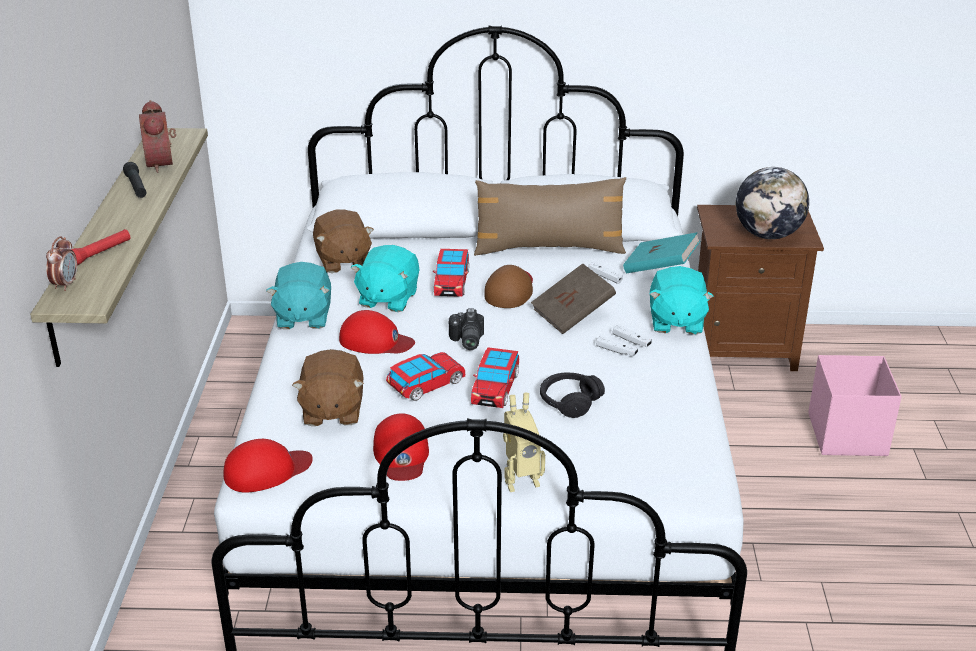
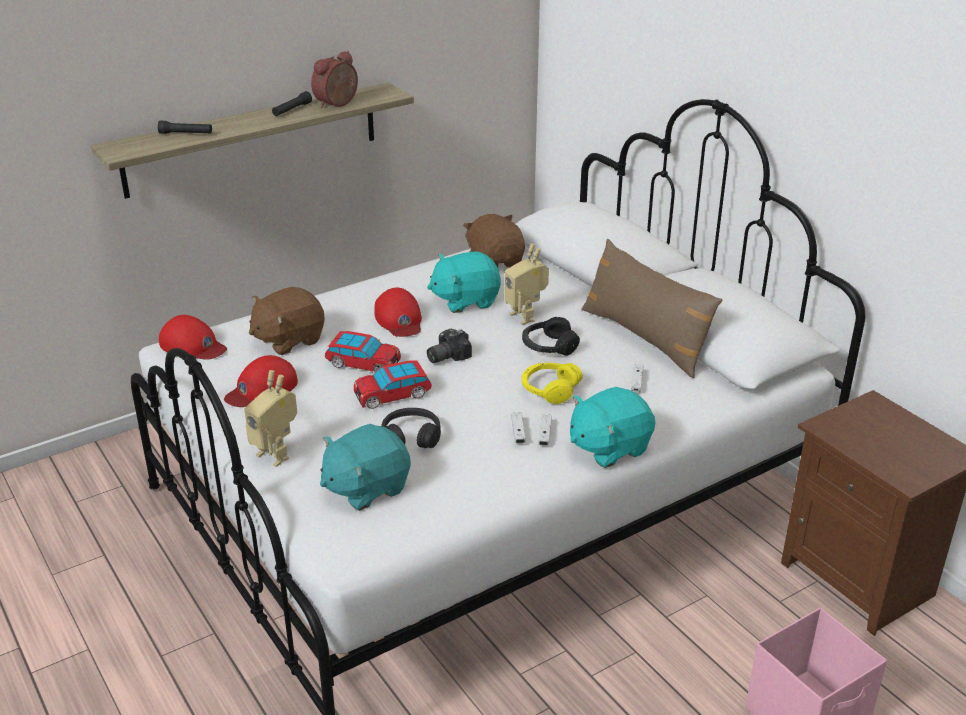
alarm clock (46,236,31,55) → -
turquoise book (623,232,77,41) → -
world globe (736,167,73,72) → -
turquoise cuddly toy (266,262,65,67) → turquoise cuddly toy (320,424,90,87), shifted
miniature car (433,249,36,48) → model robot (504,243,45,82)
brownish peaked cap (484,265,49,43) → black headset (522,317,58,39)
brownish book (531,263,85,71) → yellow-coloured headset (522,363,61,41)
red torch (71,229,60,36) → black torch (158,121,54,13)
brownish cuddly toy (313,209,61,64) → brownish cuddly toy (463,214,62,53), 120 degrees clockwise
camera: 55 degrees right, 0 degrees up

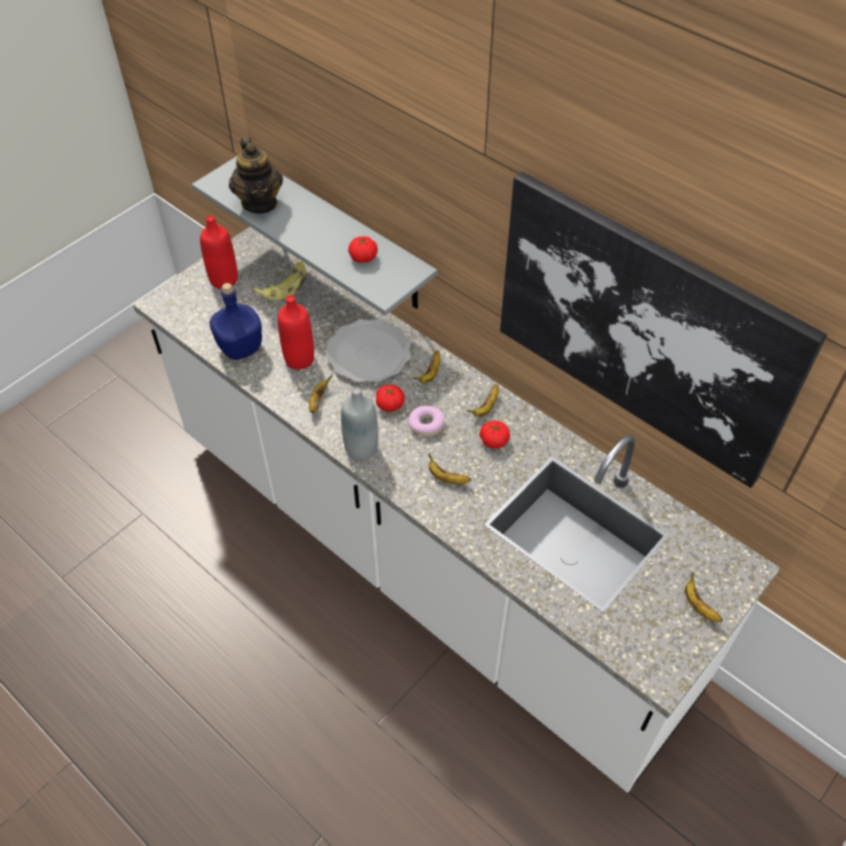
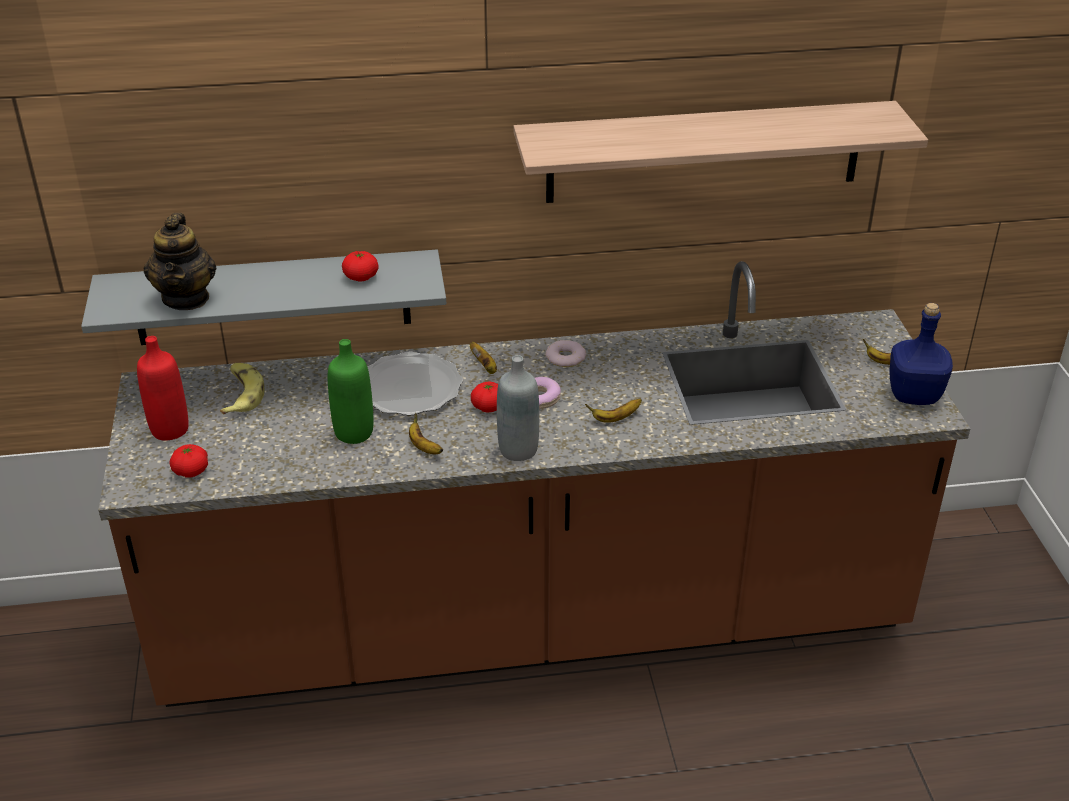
blue drink bottle (209,283,53,77) → blue drink bottle (890,303,63,102), shifted
whole tomato (480,421,30,28) → whole tomato (169,444,39,34), shifted
whole banana (467,384,32,33) → donut (545,340,41,27)
wall art (500,172,327,316) → bracket shelf (514,101,414,102)
white kitchen counter (133,227,647,566) → brownish kitchen counter (98,261,872,446)
red drink bottle (278,295,36,75) → green drink bottle (328,339,45,105)
teapot (229,137,54,77) → teapot (143,213,73,97), 60 degrees clockwise
camera: 50 degrees left, 15 degrees down

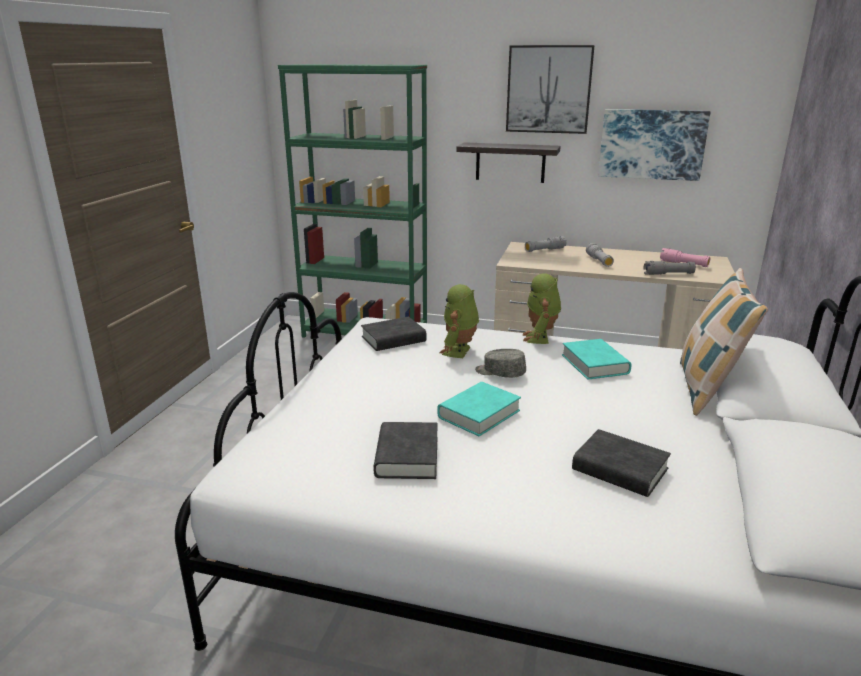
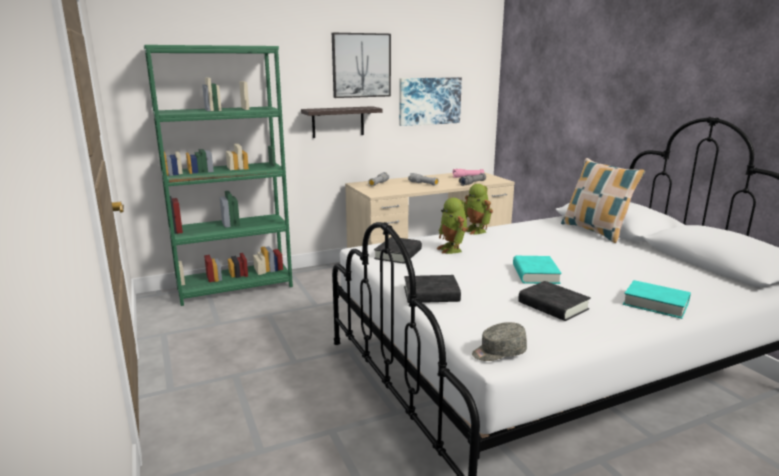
greyish peaked cap (475,349,51,29) → greyish peaked cap (472,322,55,39), shifted
turquoise book (562,339,70,40) → turquoise book (623,280,68,39), shifted
black book (572,429,99,68) → black book (404,275,57,28), shifted
camera: 40 degrees left, 5 degrees down

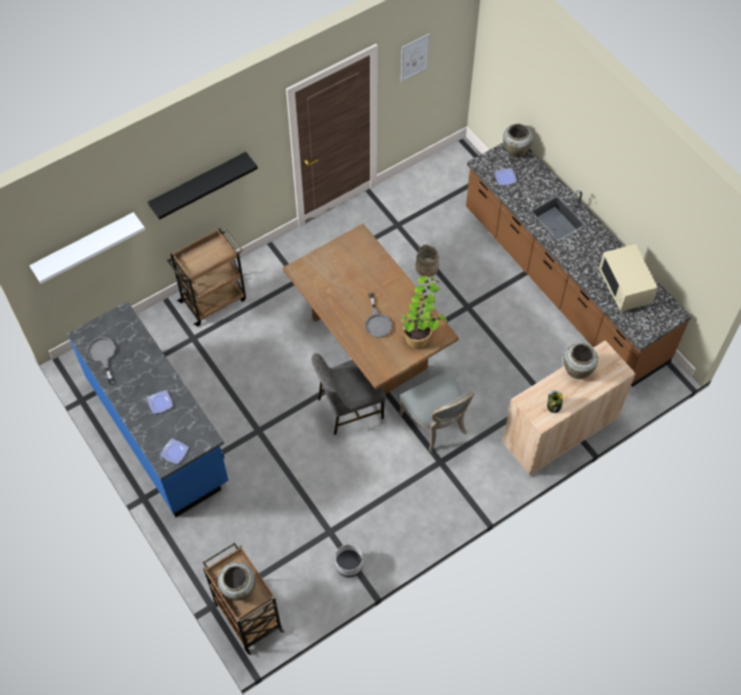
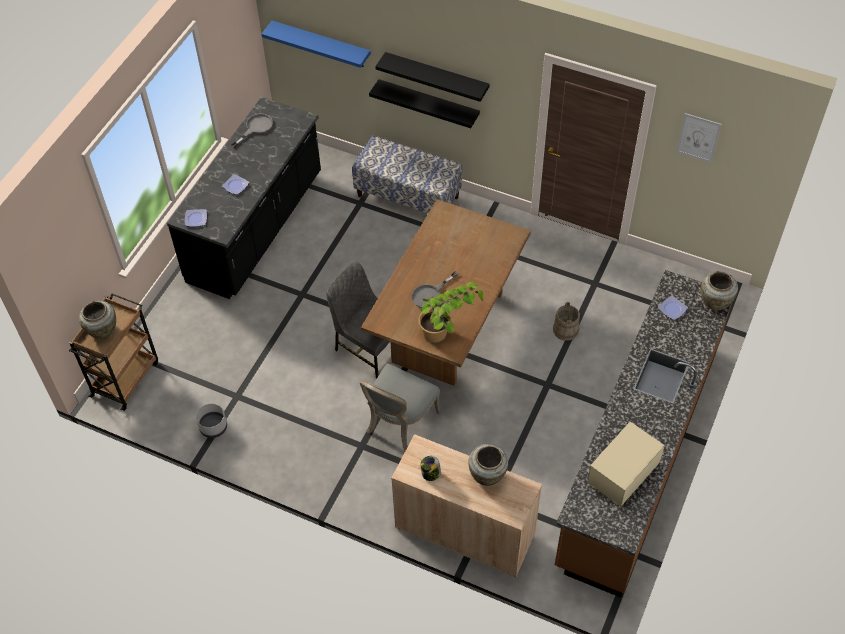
- → black bracket shelf (369,79,111,49)
brownish cart (167,228,79,98) → indoor bench (352,136,110,77)
white bracket shelf (29,212,116,72) → blue bracket shelf (261,21,110,47)
blue kitchen counter (67,301,162,216) → black kitchen counter (167,97,154,202)
camera: 60 degrees right, 5 degrees down

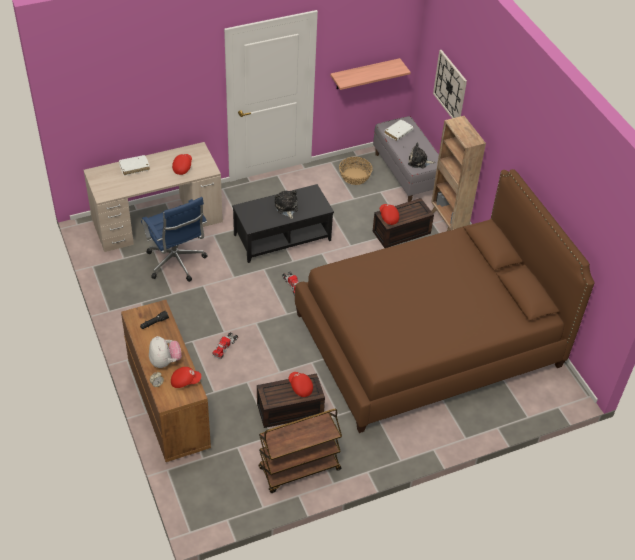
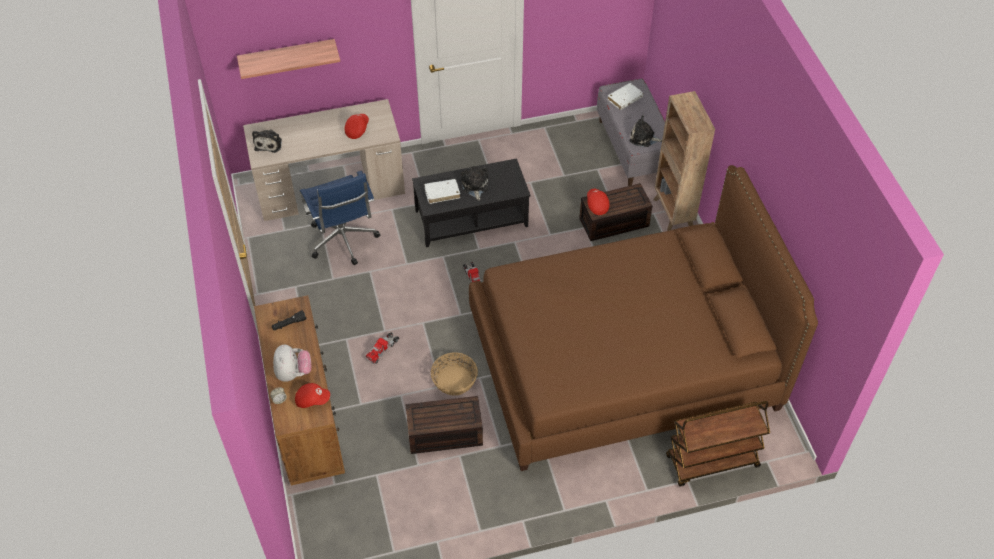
red peaked cap (289,372,24,25) → -
wall clock (433,50,34,68) → -
- → cuddly toy (252,129,30,24)
white book (119,155,31,21) → white book (424,179,36,25), shifted
brownish cart (259,409,83,84) → brownish cart (666,401,104,86), shifted
bracket shelf (330,58,81,32) → bracket shelf (237,39,103,40), shifted
basket (339,157,34,28) → basket (431,352,47,44), shifted
camera: 10 degrees right, 5 degrees up

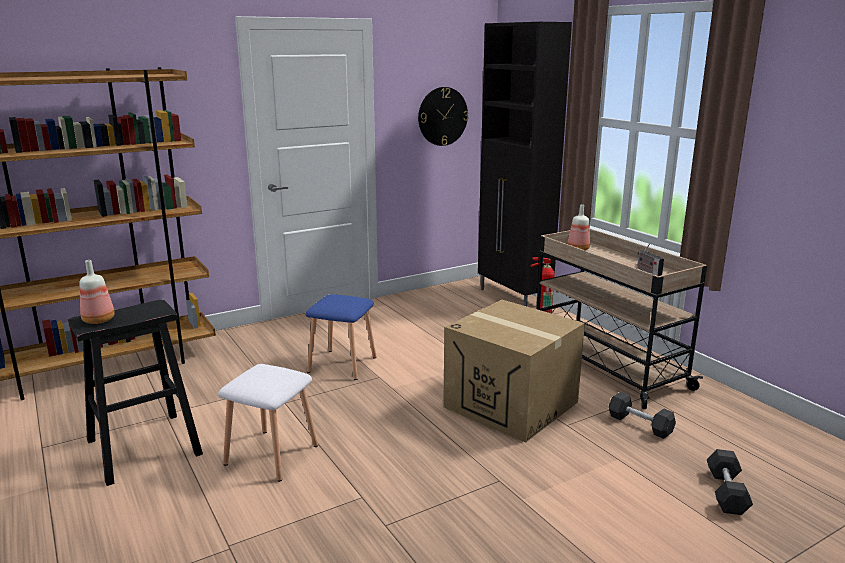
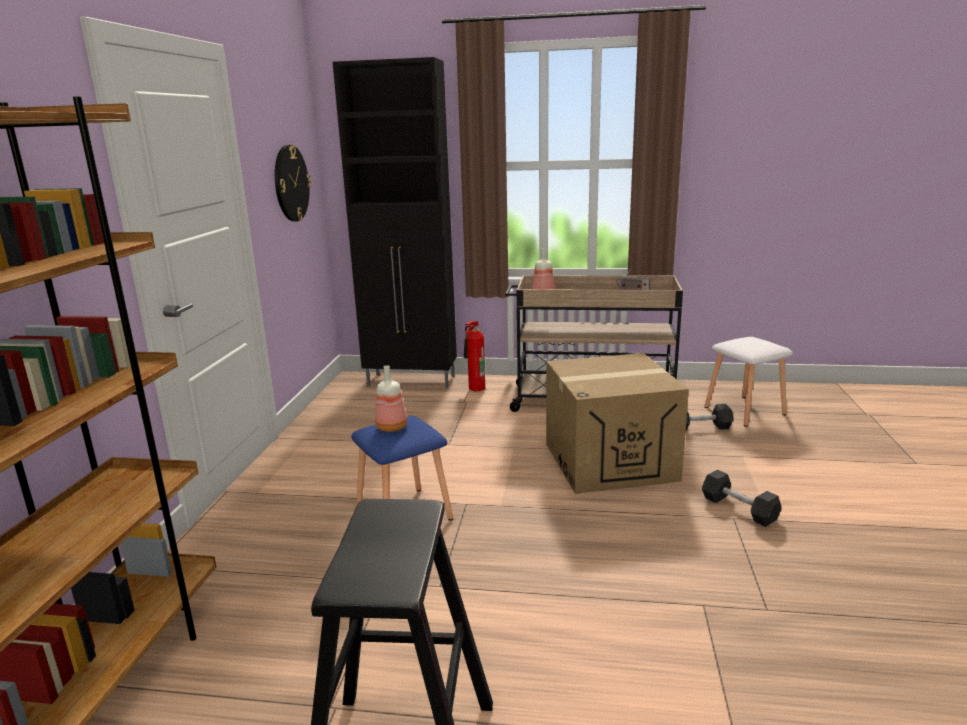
drink bottle (79,260,36,64) → drink bottle (375,365,32,67), shifted
white stool (218,364,100,118) → white stool (705,337,88,90), shifted
greyish dumbbell (707,449,46,66) → greyish dumbbell (702,470,79,57), shifted
camera: 50 degrees left, 0 degrees up

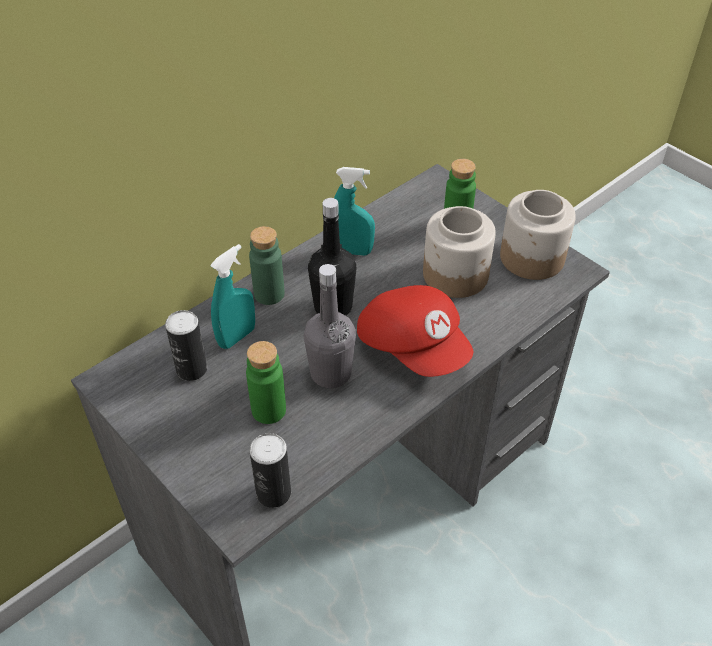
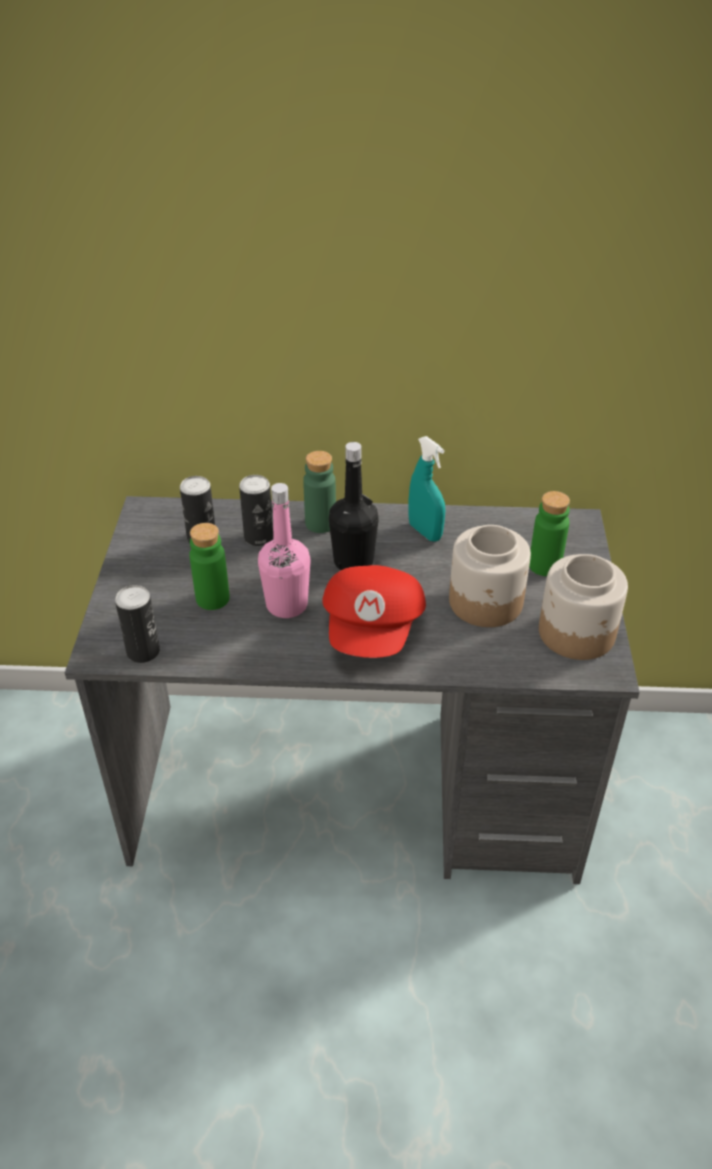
turquoise hand sprayer (210,244,45,105) → metal can (239,475,34,71)
greyish drink bottle (304,264,52,124) → pink drink bottle (258,483,53,135)
camera: 45 degrees right, 5 degrees down

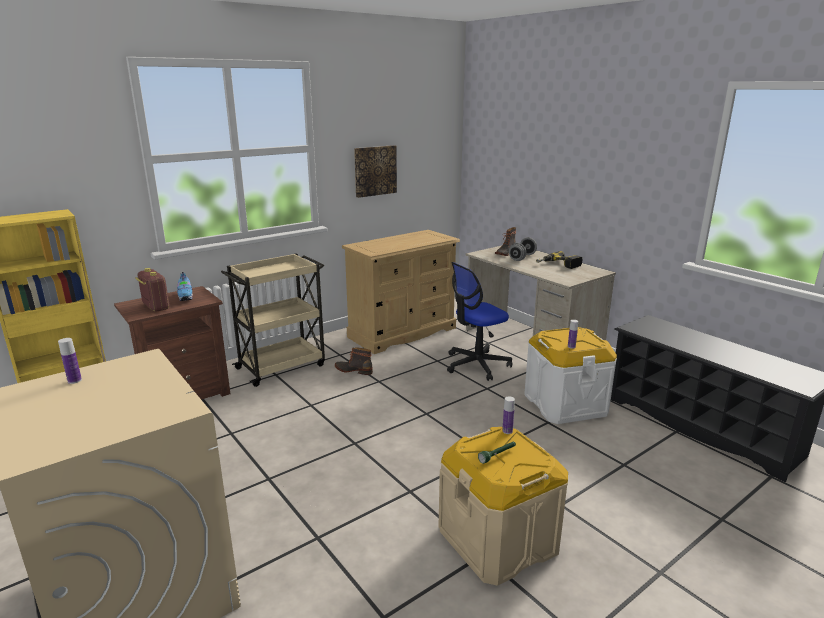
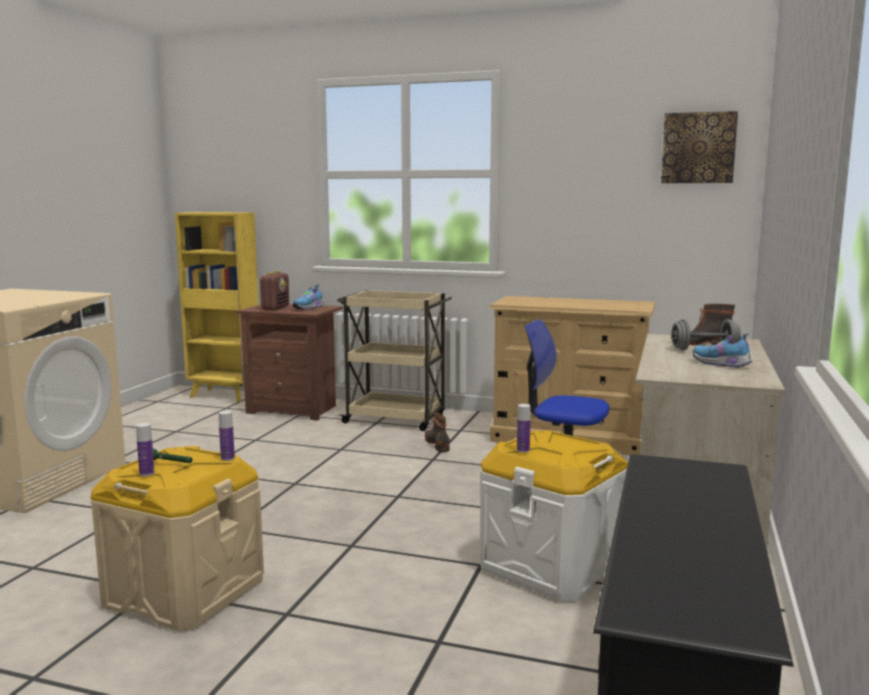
drink bottle (58,338,24,46) → drink bottle (136,423,19,53), shifted
wall art (354,145,43,53) → wall art (661,111,77,72), shifted
power drill (536,251,46,18) → item of footwear (693,333,59,35)
camera: 55 degrees right, 10 degrees down

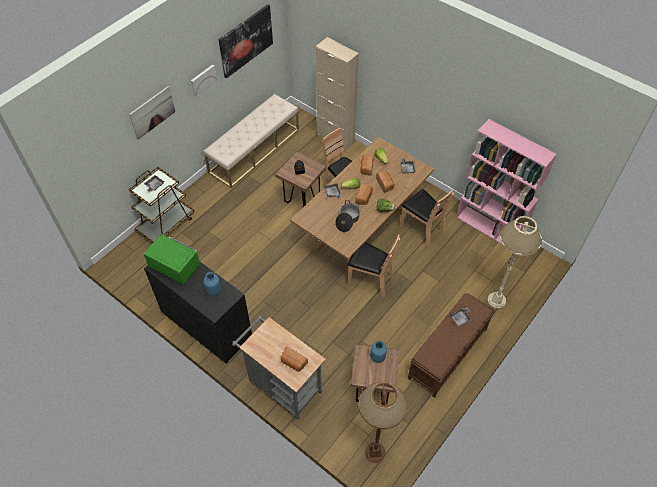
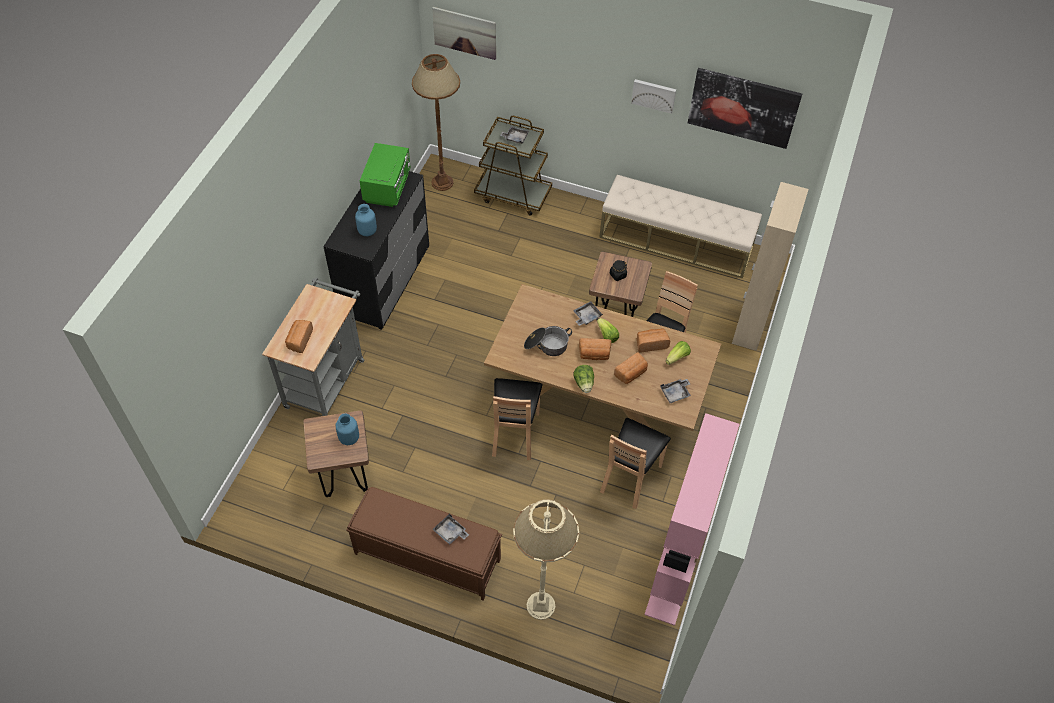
wall art (129,86,46,54) → wall art (432,7,64,53), shifted
brownish floor lamp (359,382,48,81) → brownish floor lamp (412,54,48,137), shifted
camera: 70 degrees right, 0 degrees up

